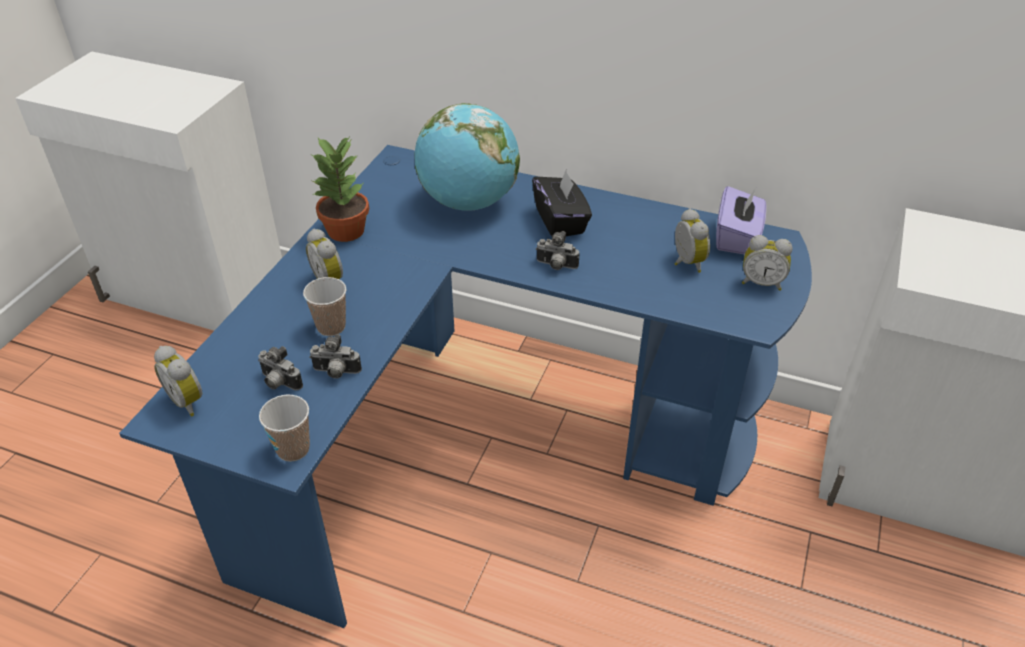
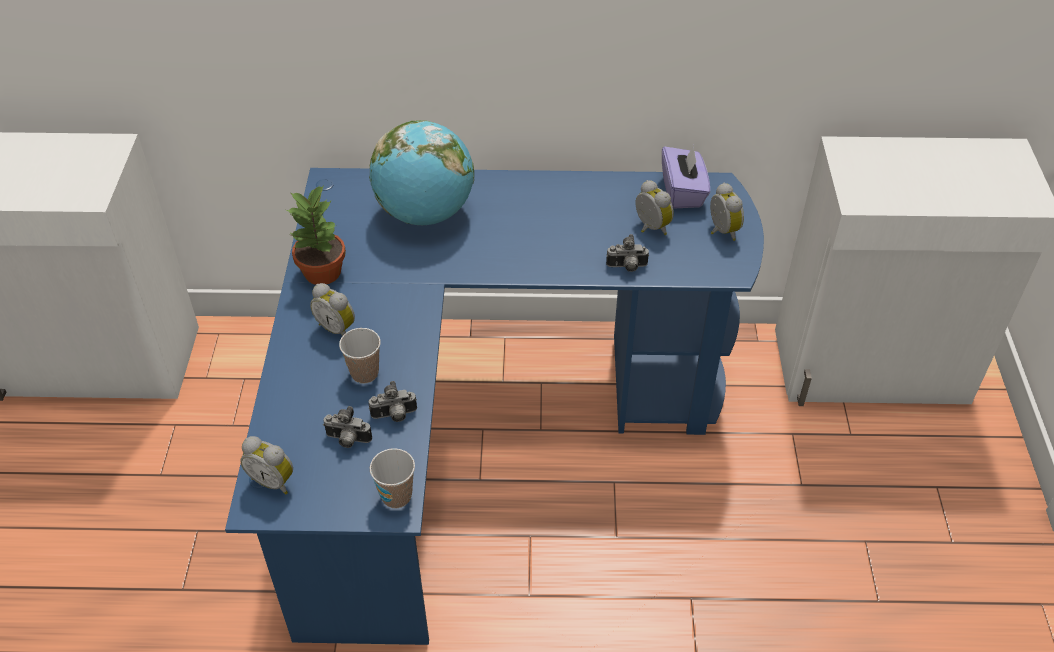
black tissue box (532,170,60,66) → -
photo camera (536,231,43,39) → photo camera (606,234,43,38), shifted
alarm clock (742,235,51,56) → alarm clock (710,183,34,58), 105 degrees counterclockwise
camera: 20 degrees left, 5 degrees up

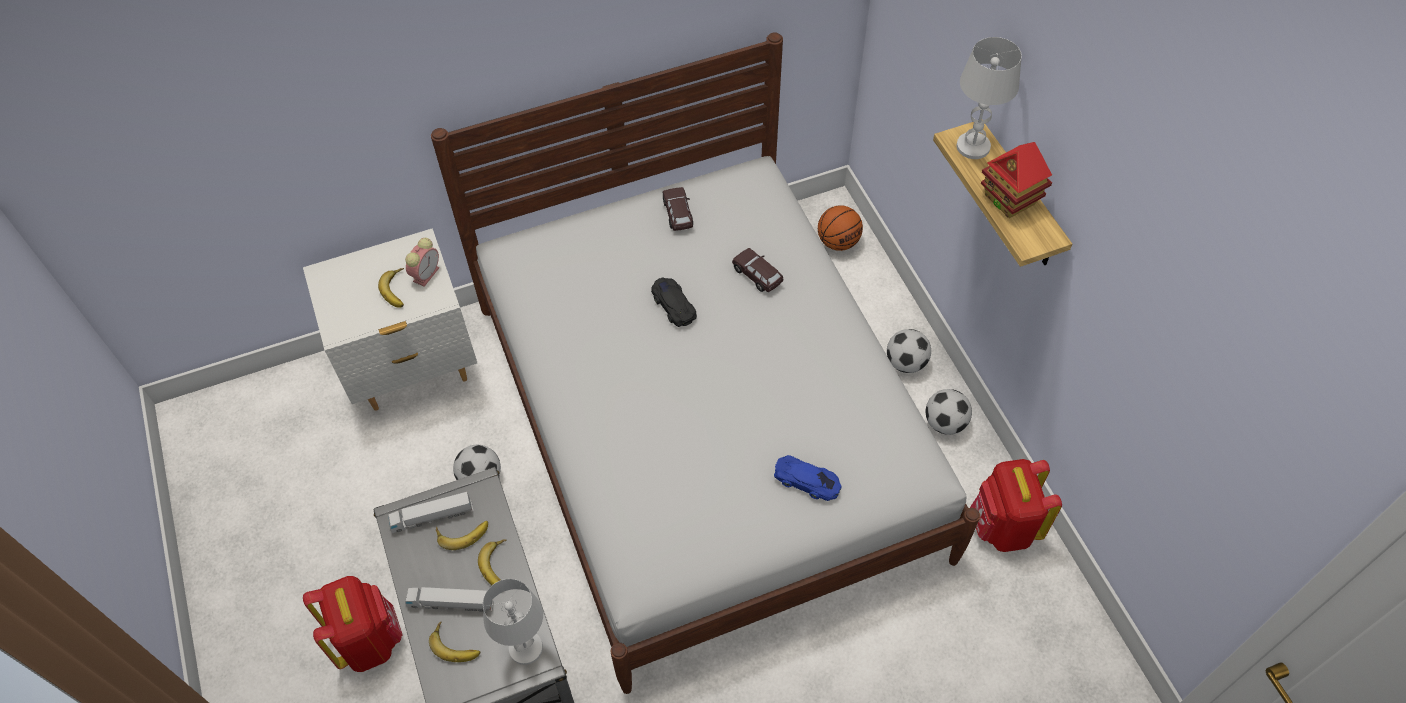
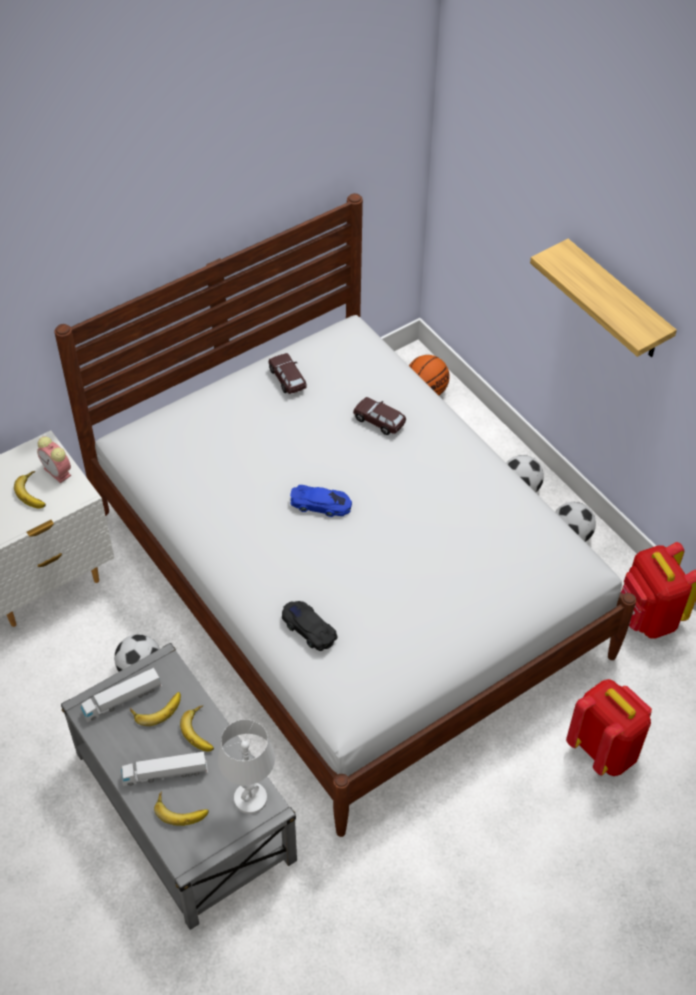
white table lamp (956,37,66,122) → -
miniature house (981,142,71,76) → -
red backpack (303,576,100,96) → red backpack (566,679,86,97), shifted
black miniature car (651,278,46,49) → black miniature car (282,601,55,50), shifted
blue miniature car (774,455,67,46) → blue miniature car (290,485,62,32), shifted
alarm clock (405,238,34,49) → alarm clock (37,436,34,47), 120 degrees clockwise
camera: 15 degrees left, 5 degrees down

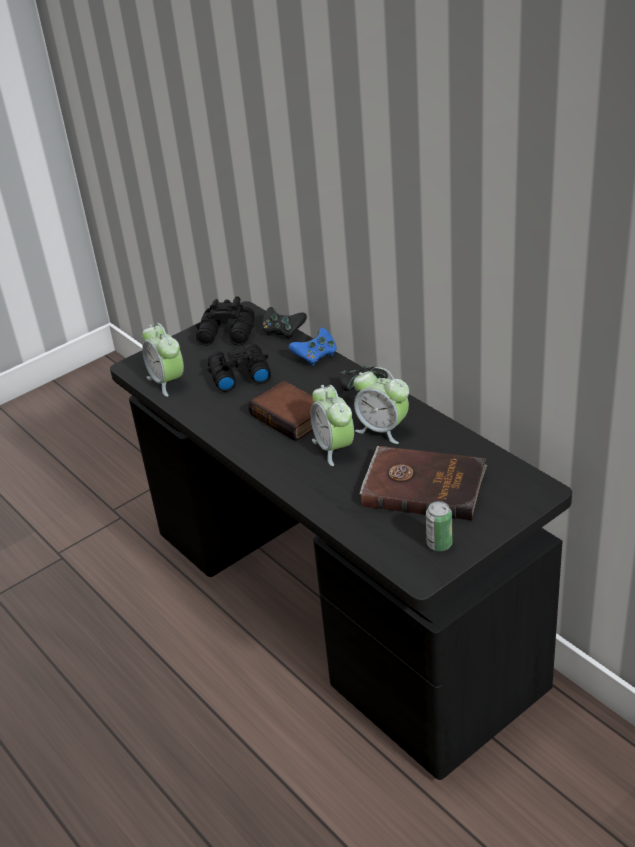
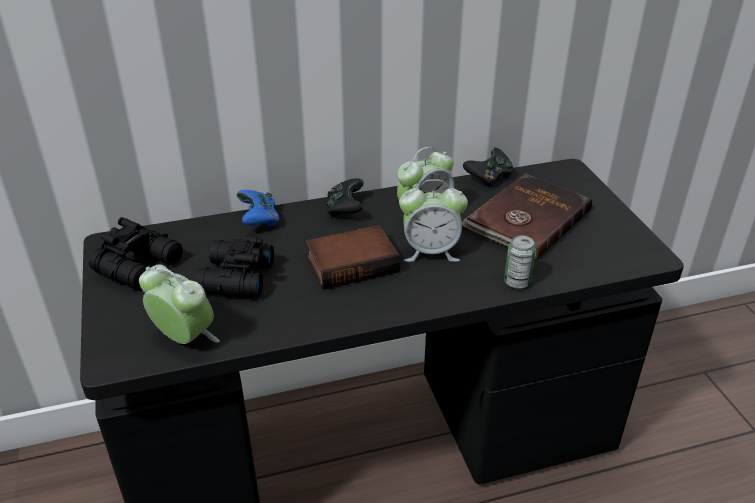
black joypad (262,307,45,32) → black joypad (463,148,51,40), shifted
metal can (426,501,26,50) → metal can (504,236,32,53), shifted
alarm clock (142,323,42,74) → alarm clock (139,264,81,80), 135 degrees counterclockwise
camera: 70 degrees left, 0 degrees up

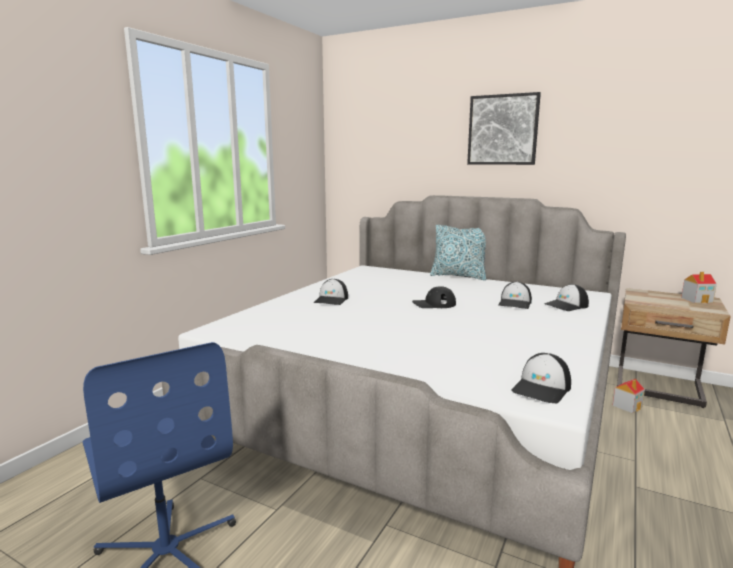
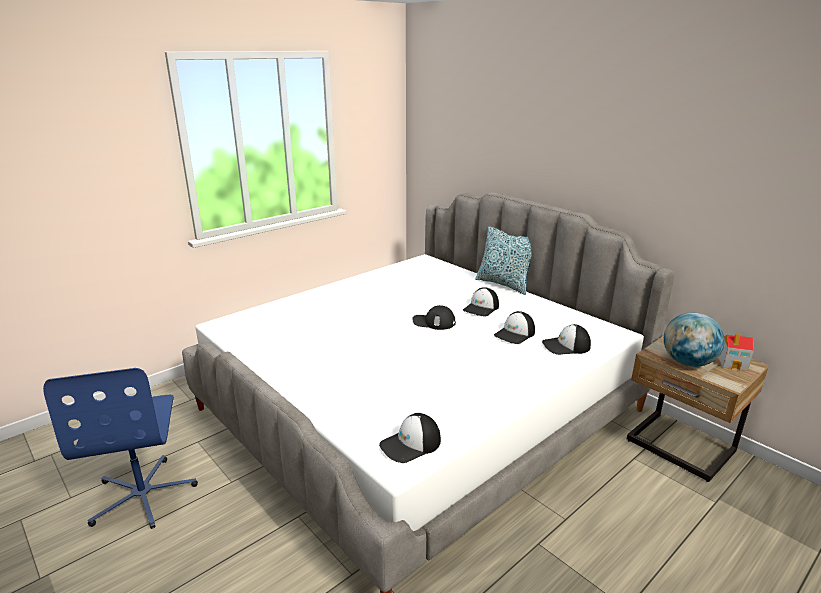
wall art (467,92,74,73) → -
miniature house (613,379,32,34) → -
- → world globe (664,312,61,55)
peaked cap (313,279,35,26) → peaked cap (463,287,36,29), shifted
camera: 20 degrees right, 10 degrees up

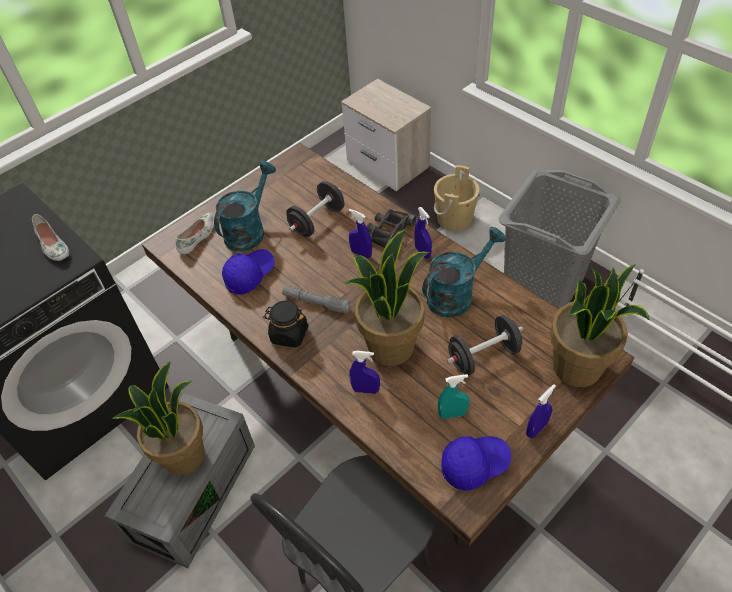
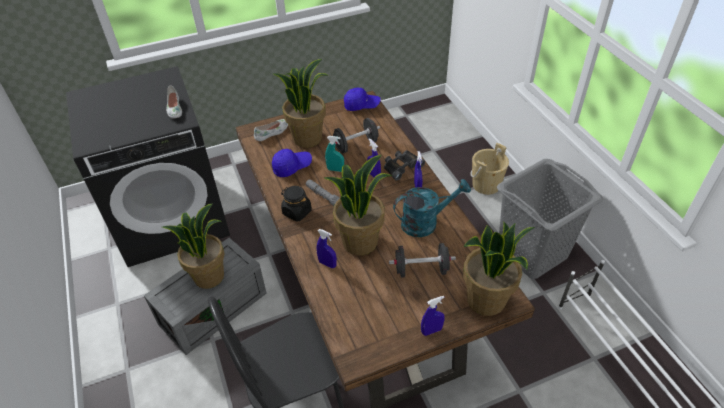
night table (341,79,90,112) → -
turquoise hand sprayer (438,374,31,45) → turquoise hand sprayer (325,136,19,36), shifted
blue peaked cap (441,436,70,55) → blue peaked cap (344,88,37,23), shifted
turquoise sprinkling can (214,161,62,91) → plant in a pot (274,59,53,89)
camera: 20 degrees right, 5 degrees down

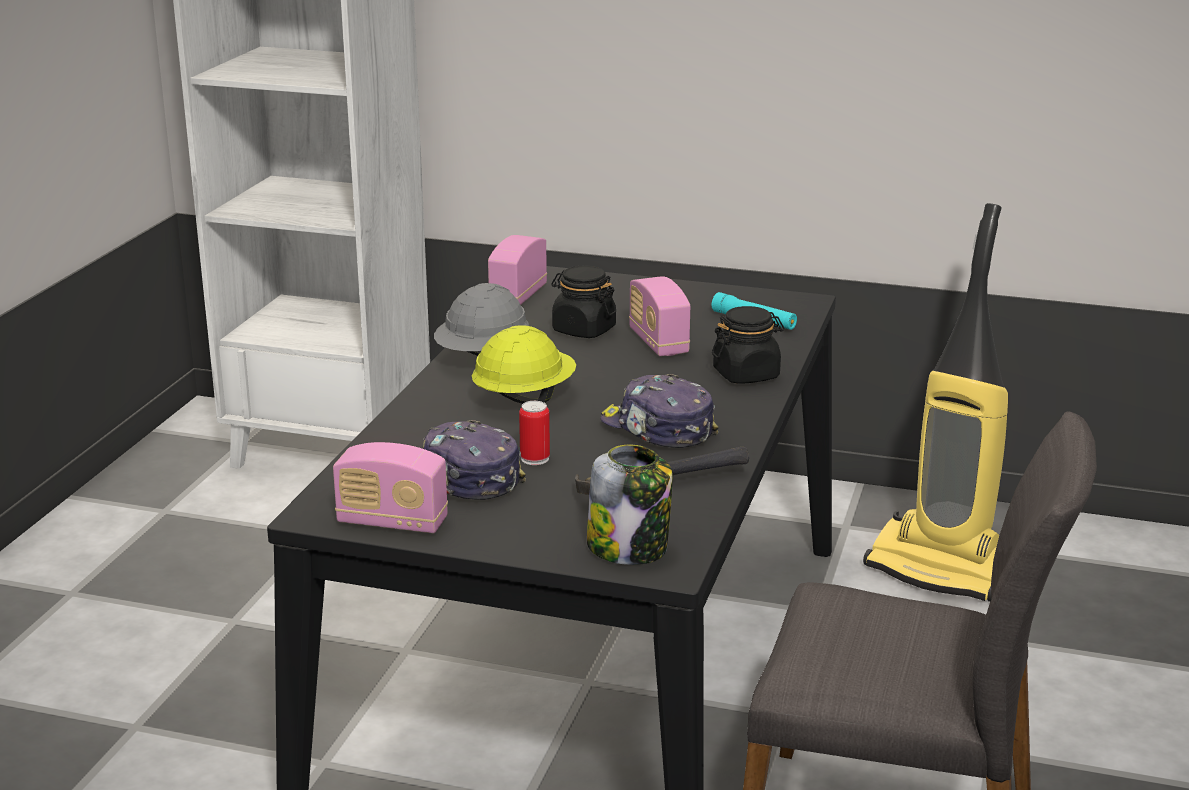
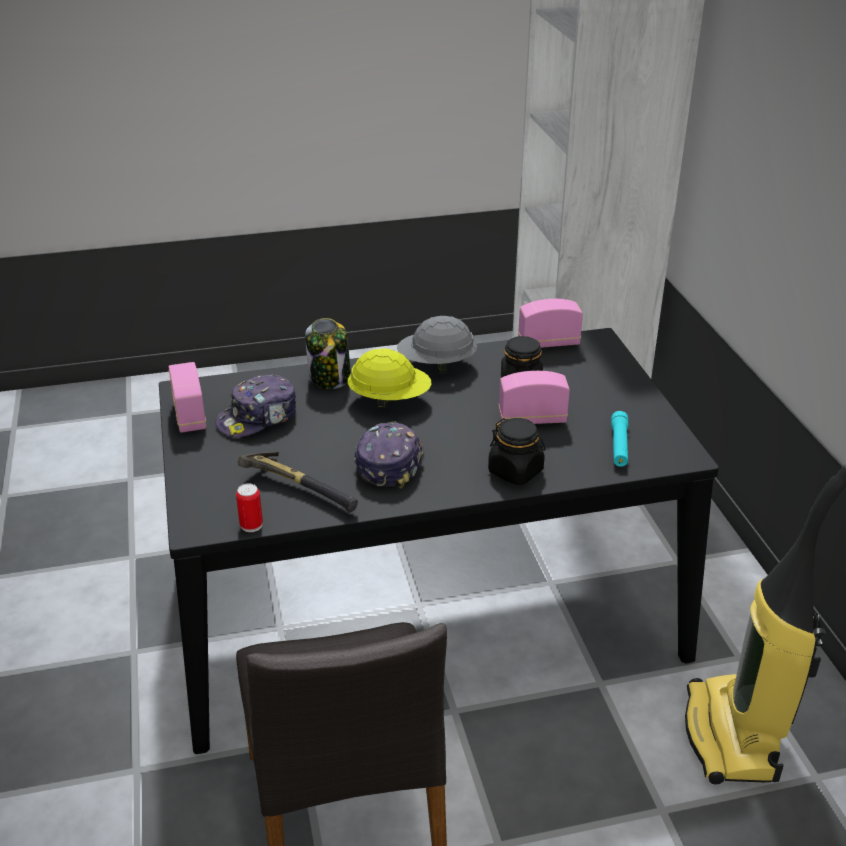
metal can (519,401,31,64) → metal can (236,484,27,48), shifted
storage jar (587,445,86,120) → storage jar (305,318,46,71), shifted
peaked cap (423,420,103,80) → peaked cap (215,374,82,64), 135 degrees counterclockwise
radio receiver (629,276,61,80) → radio receiver (499,371,71,53), 45 degrees clockwise
camera: 60 degrees right, 10 degrees up

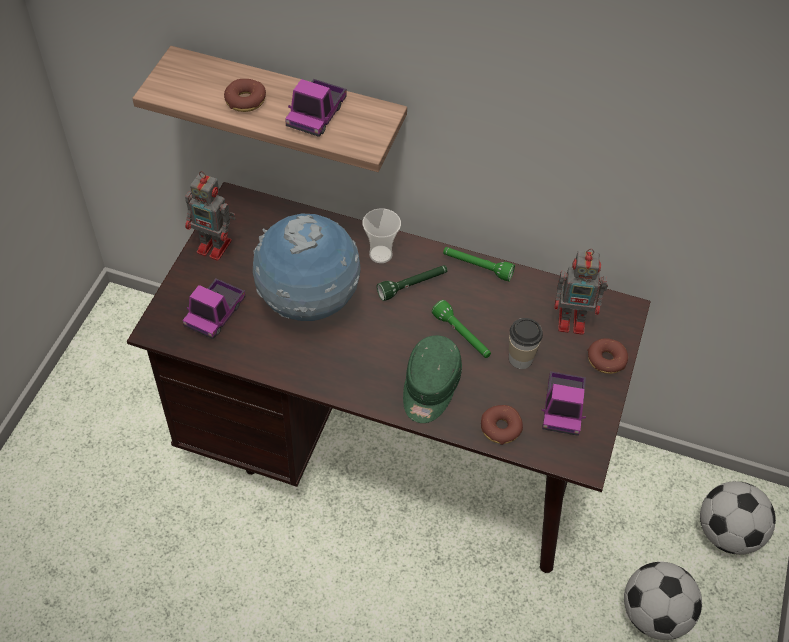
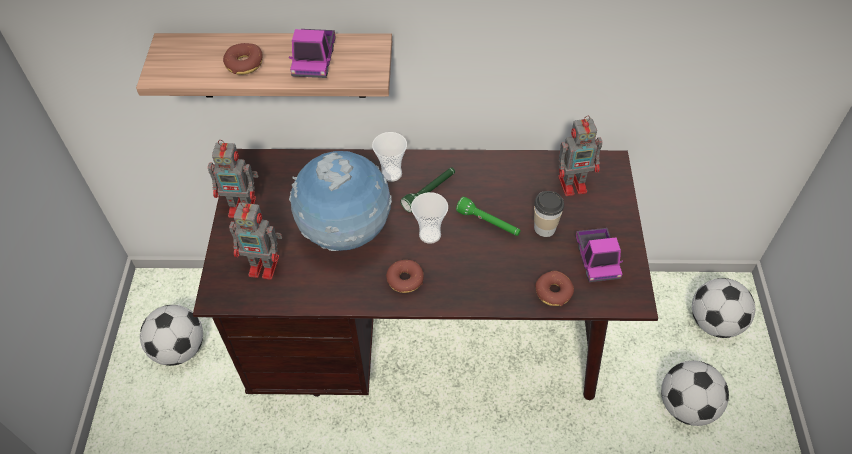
green peaked cap (403,335,59,88) → -
green torch (443,247,72,35) → -
- → ball for football (140,305,63,61)
- → small cup (411,192,37,52)
donut (587,338,41,36) → donut (386,260,38,33), shifted
toy truck (183,279,63,60) → model robot (229,201,53,79)
camera: 15 degrees left, 0 degrees up

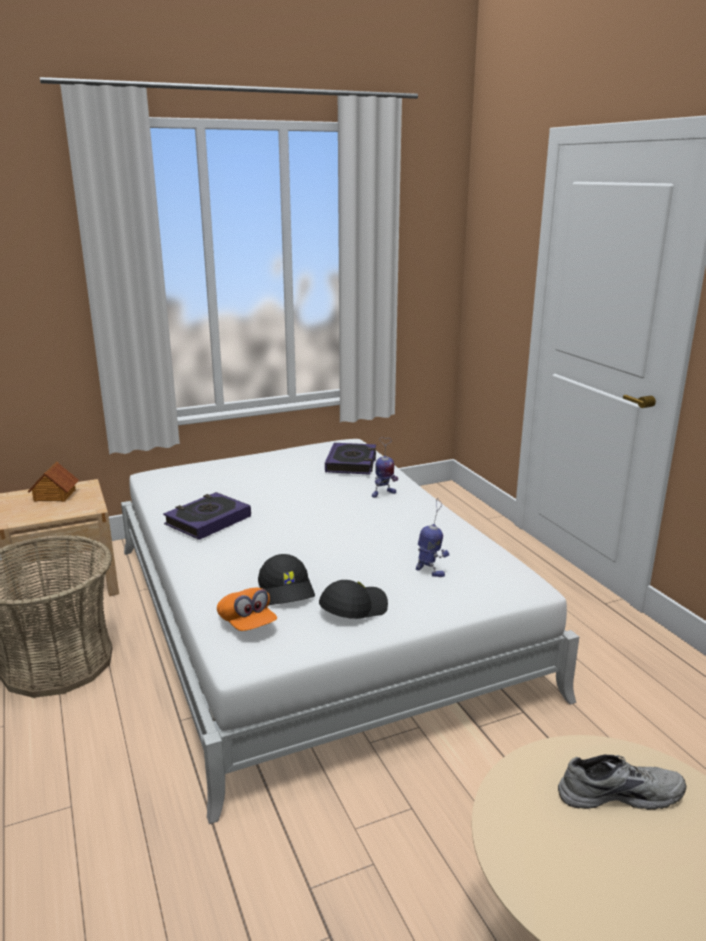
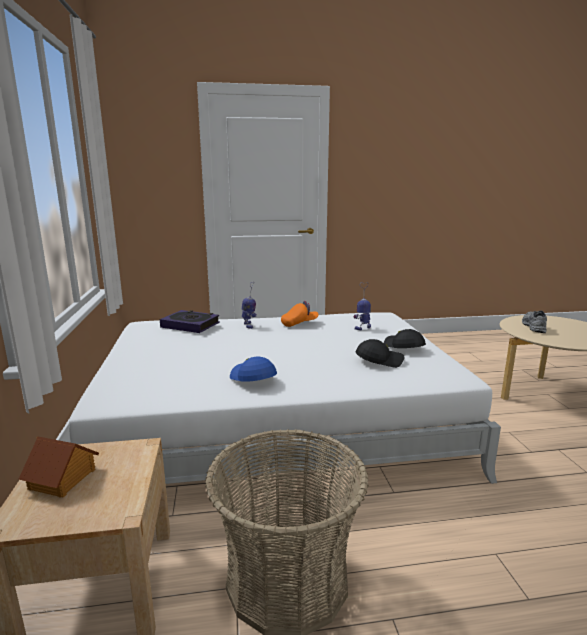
orange peaked cap (217,588,60,43) → orange peaked cap (281,301,38,26), shifted
book (163,492,88,48) → blue peaked cap (230,356,47,26)
camera: 75 degrees left, 5 degrees down

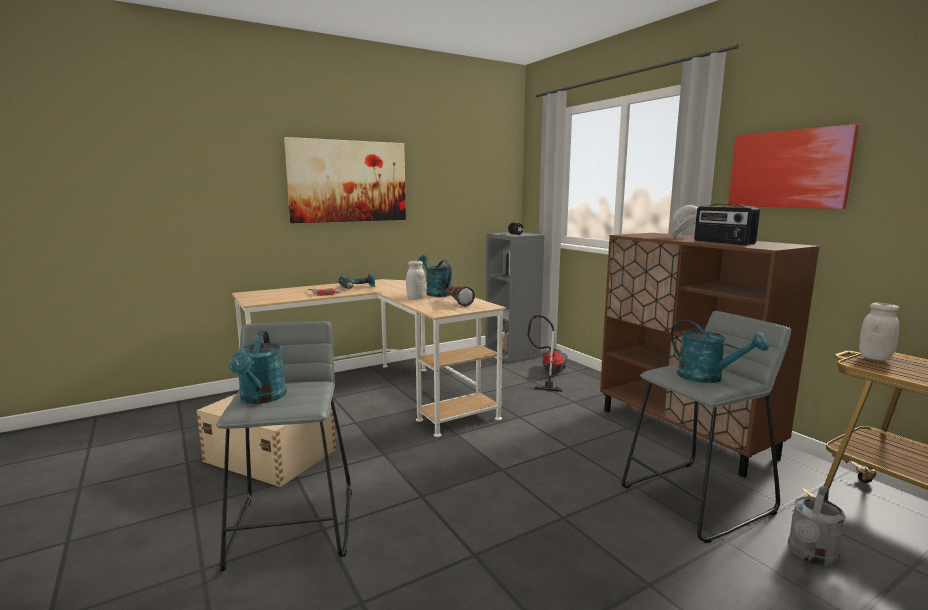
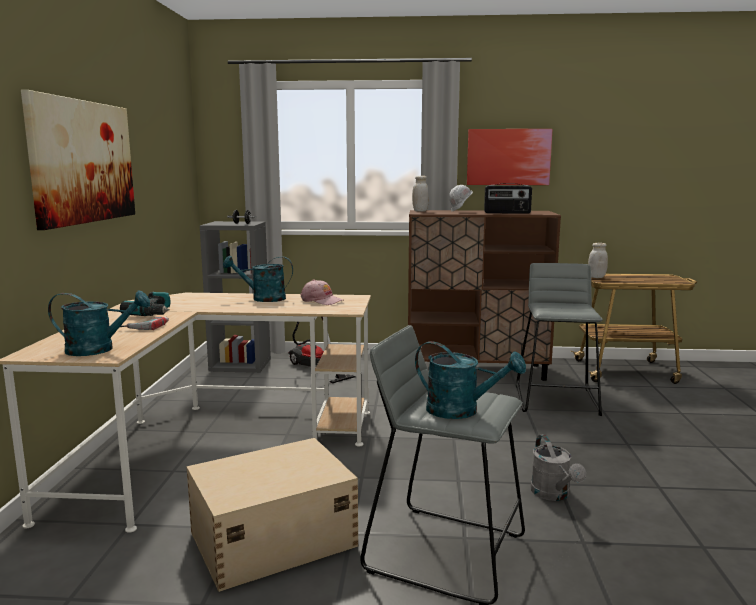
white storage jar (406,261,20,38) → white storage jar (412,176,16,36), shifted
turquoise sprinkling can (671,319,98,64) → turquoise sprinkling can (48,291,102,65), shifted
greyish sprinkling can (788,486,58,80) → greyish sprinkling can (531,434,55,67), shifted
torch (446,286,29,20) → pink peaked cap (300,280,44,25)
camera: 55 degrees left, 0 degrees up

